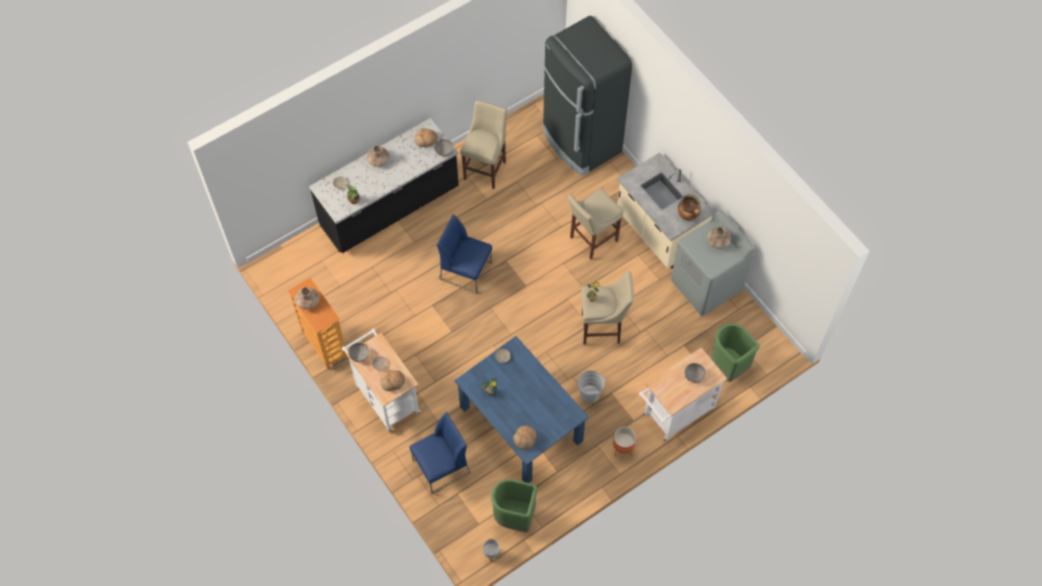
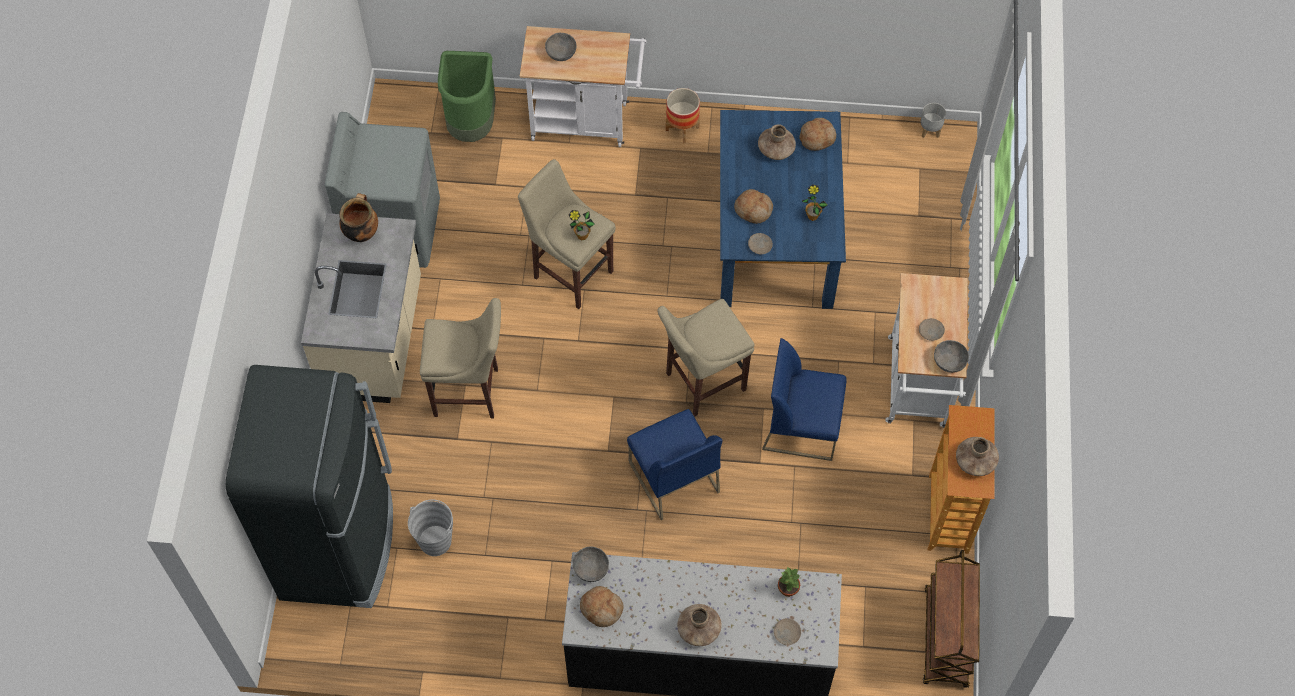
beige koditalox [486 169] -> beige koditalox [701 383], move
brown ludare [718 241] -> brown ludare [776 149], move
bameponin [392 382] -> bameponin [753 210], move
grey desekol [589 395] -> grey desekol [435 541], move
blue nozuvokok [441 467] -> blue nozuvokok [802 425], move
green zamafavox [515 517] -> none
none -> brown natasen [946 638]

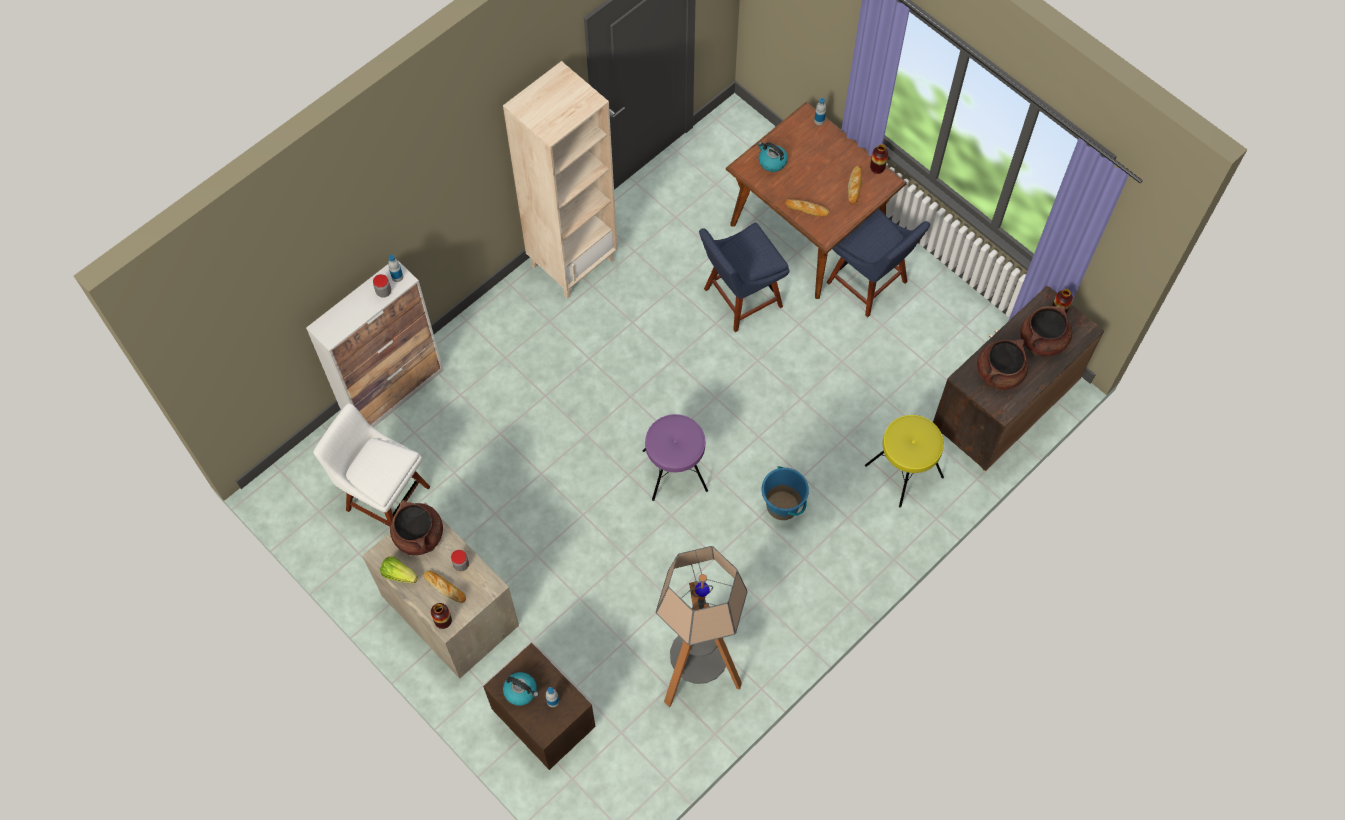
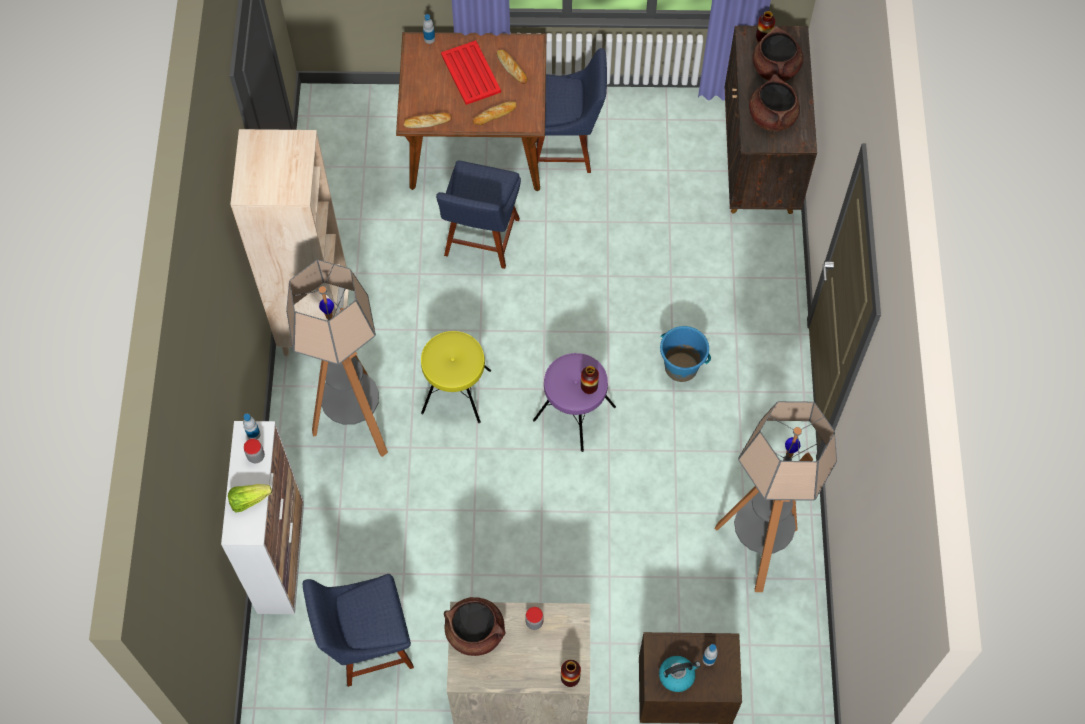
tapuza [771 162] -> none
ludare [877 168] -> ludare [589 387], move
white nozuvokok [384 496] -> blue nozuvokok [367 645]
yellow koditalox [904 470] -> yellow koditalox [455 391], move
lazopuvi [399 574] -> lazopuvi [249 500], move
bameponin [445 587] -> bameponin [427 122], move
none -> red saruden [471 74]
none -> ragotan [356 424]

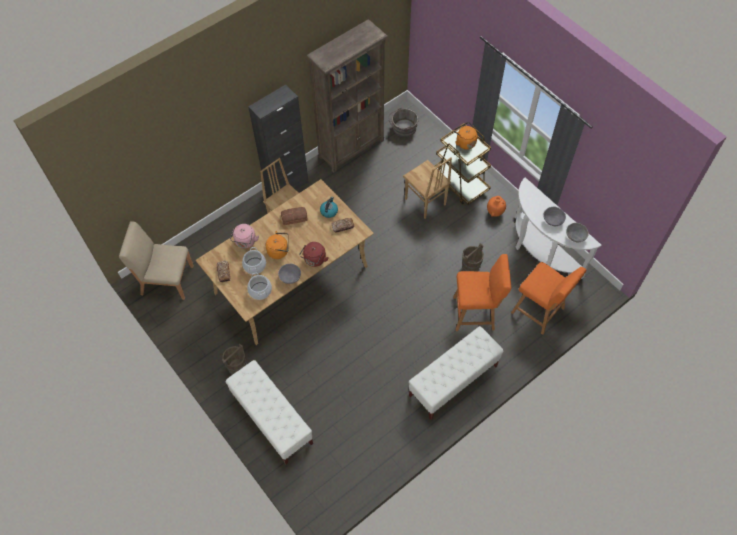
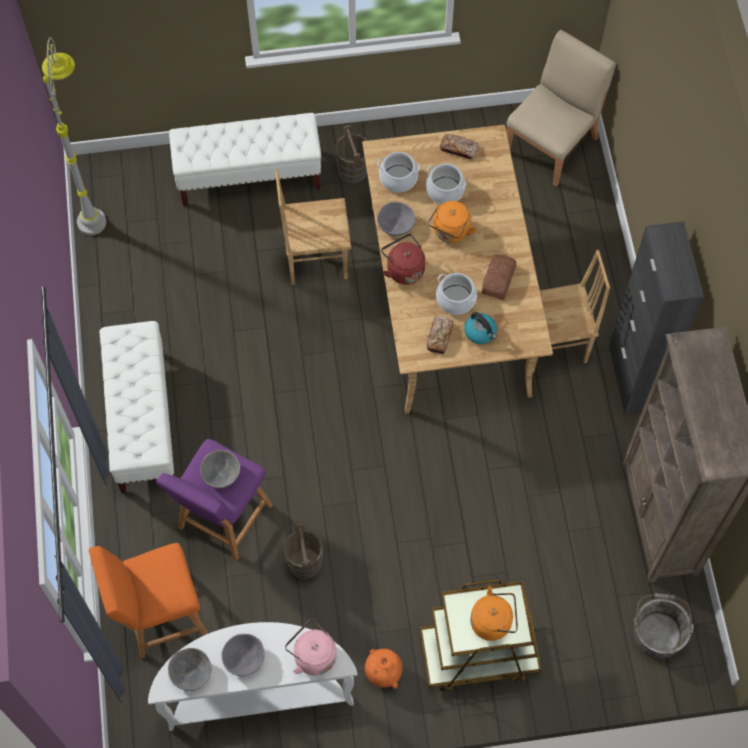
brown nozuvokok [425 202] -> brown nozuvokok [316 259], move
pink tapuza [245 242] -> pink tapuza [312 655], move
orange koditalox [476 313] -> purple koditalox [222 520]
none -> grey ragotan [92 201]
none -> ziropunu [456 299]
none -> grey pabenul [221 474]

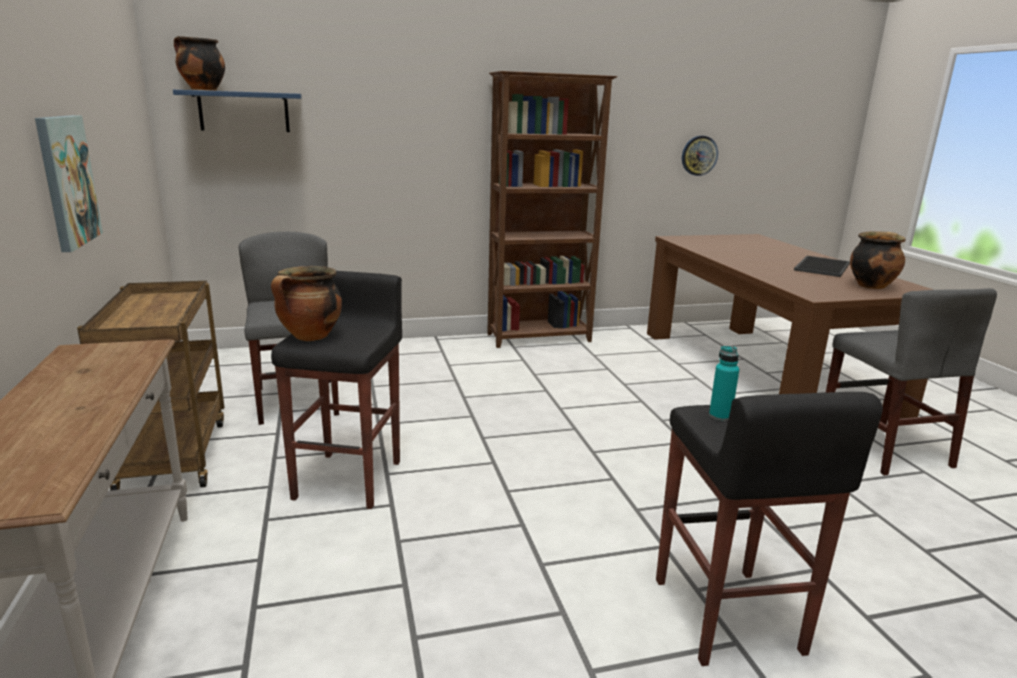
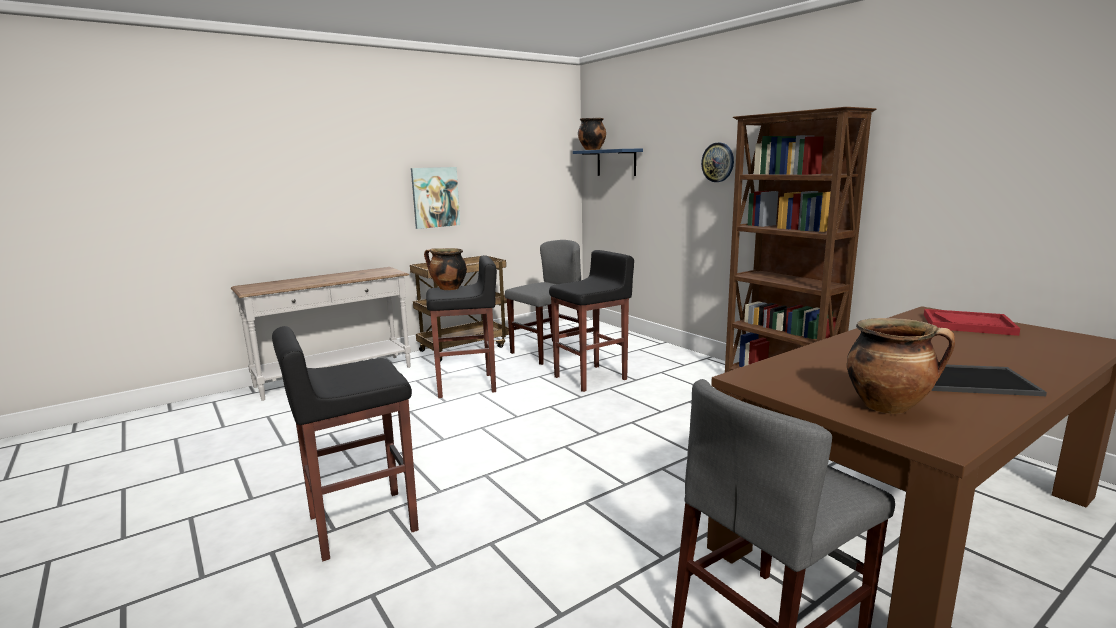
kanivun [699 155] -> kanivun [718 162], move
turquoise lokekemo [720 416] -> none
none -> black koditalox [592 378]
none -> red saruden [968 324]

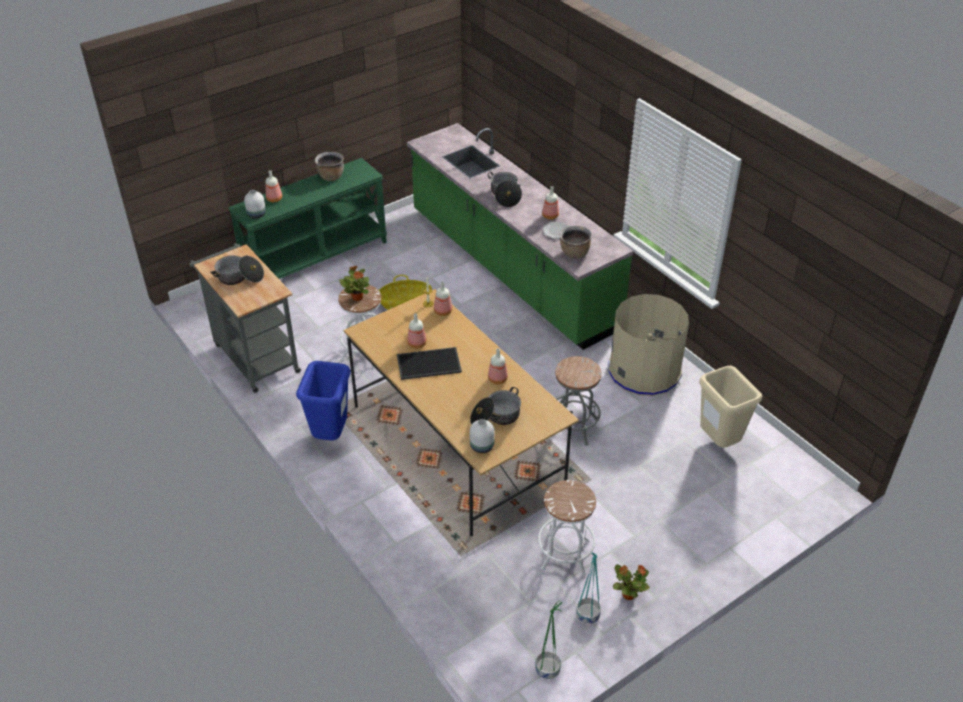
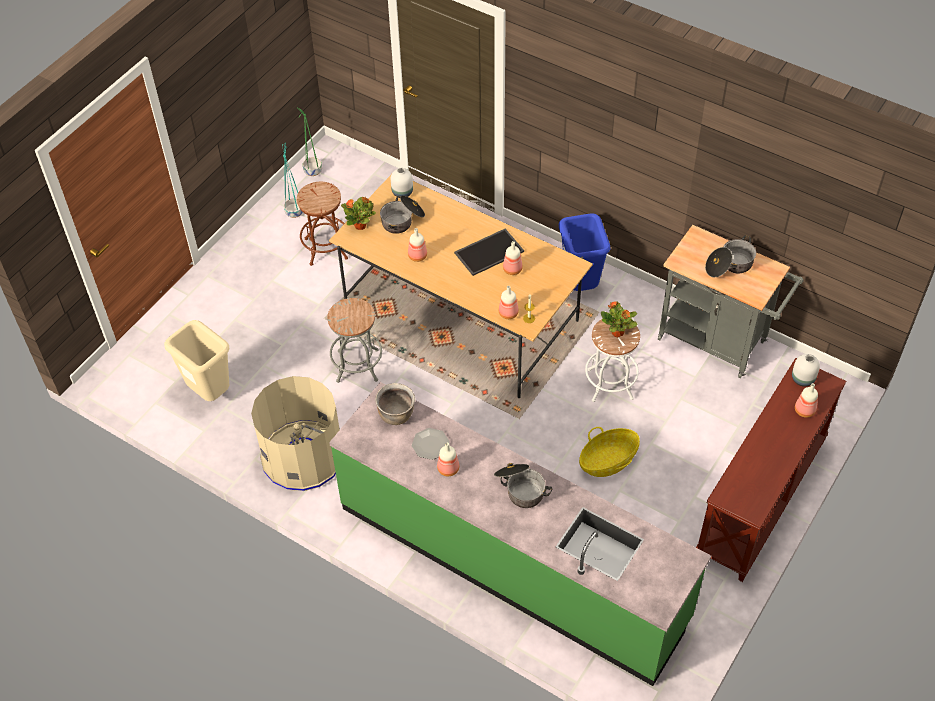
brown ziropunu [331 176] -> none
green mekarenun [315 257] -> brown mekarenun [762 499]
white koditalox [565 555] -> brown koditalox [326 248]
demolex [628 594] -> demolex [361 226], move

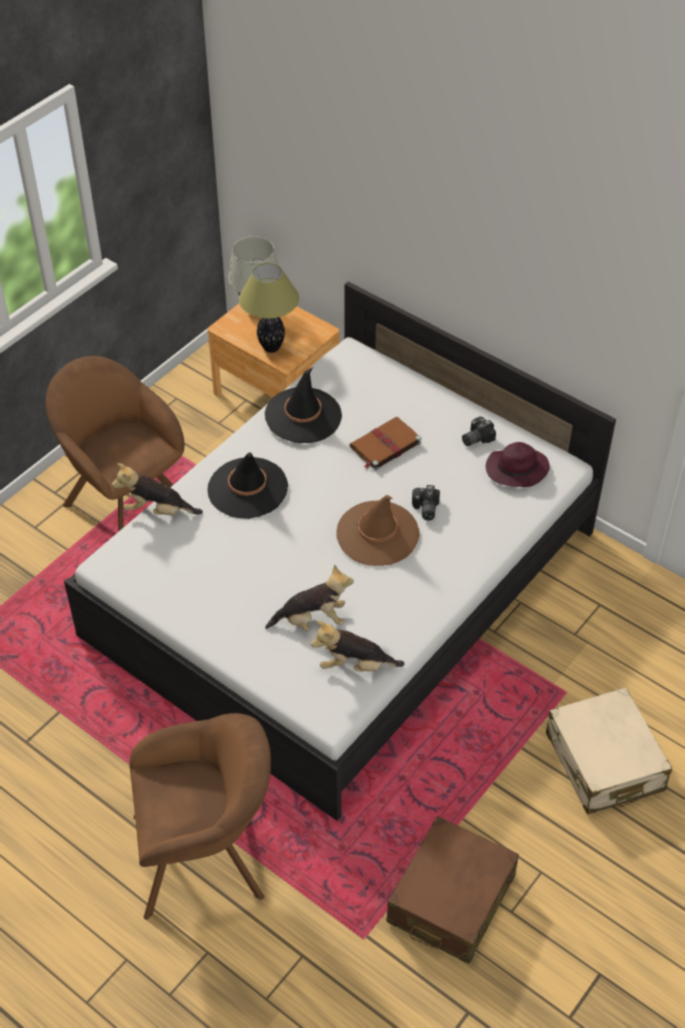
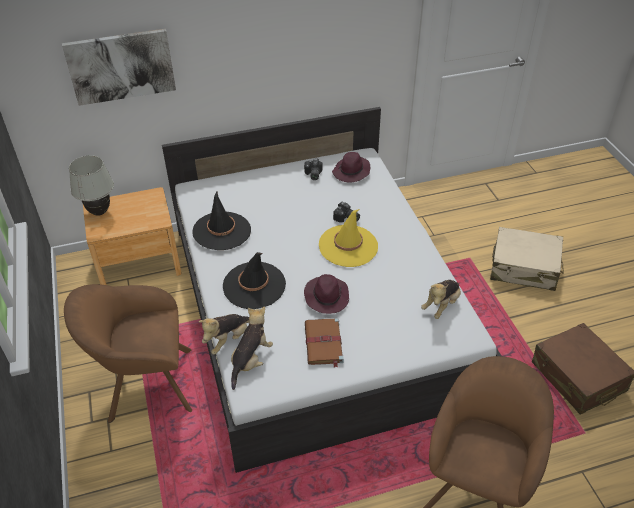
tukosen [271 348] -> none
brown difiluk [384 445] -> brown difiluk [324 344], move
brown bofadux [377 534] -> yellow bofadux [348 246]
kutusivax [312 620] -> kutusivax [251 360], move
none -> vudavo [121 66]
none -> purple bofadux [326 296]

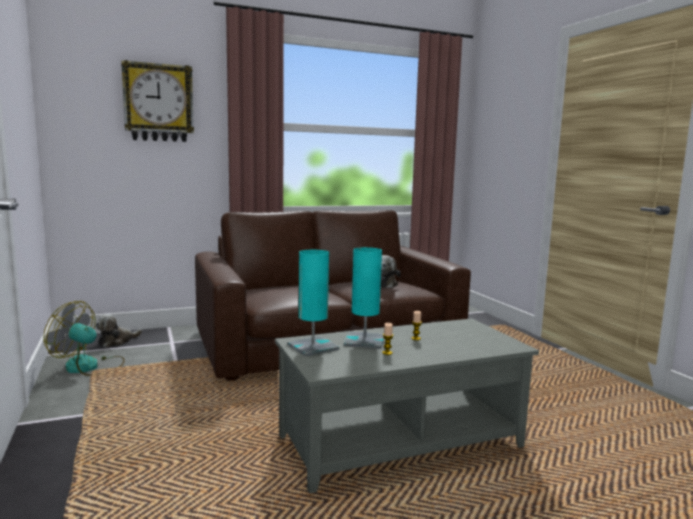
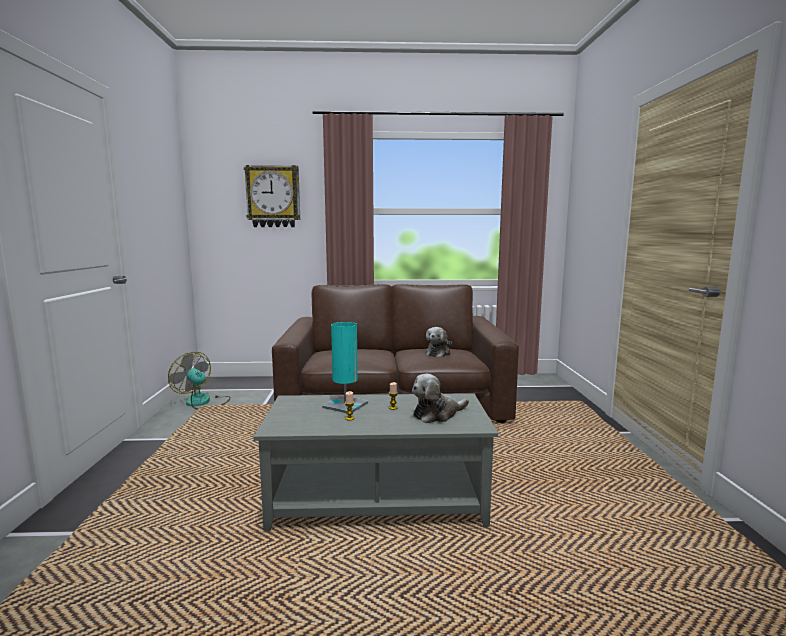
turquoise tukosen [312 347] -> none
kutusivax [117 341] -> kutusivax [437 414], move

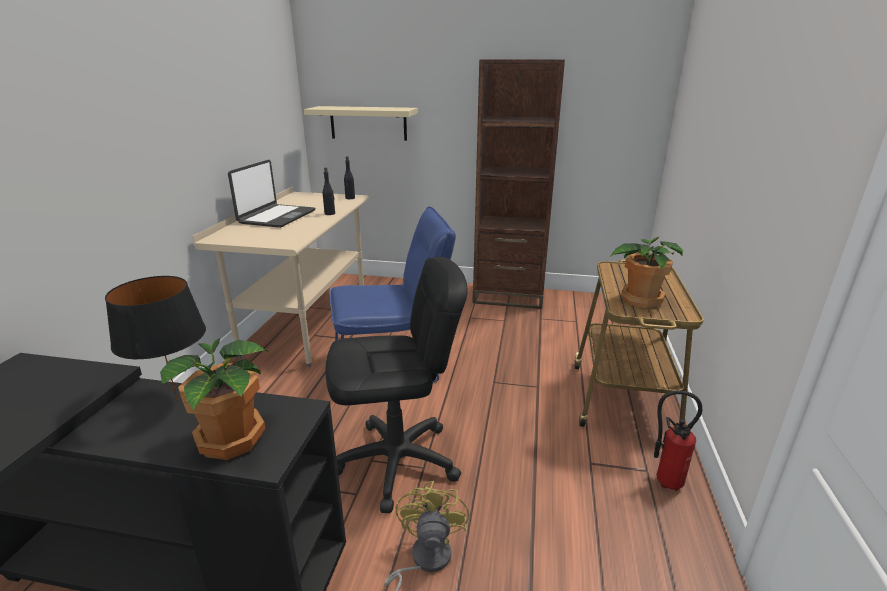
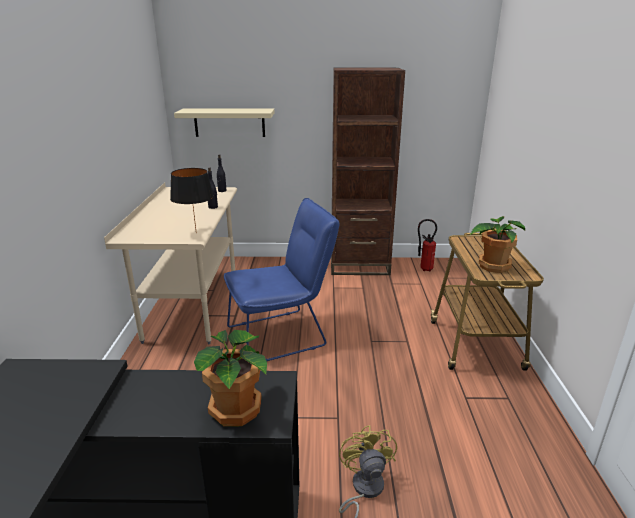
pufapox [276 217] -> none
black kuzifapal [397 462] -> none
black tukosen [177 400] -> black tukosen [196 233], move
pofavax [664 481] -> pofavax [424 269], move

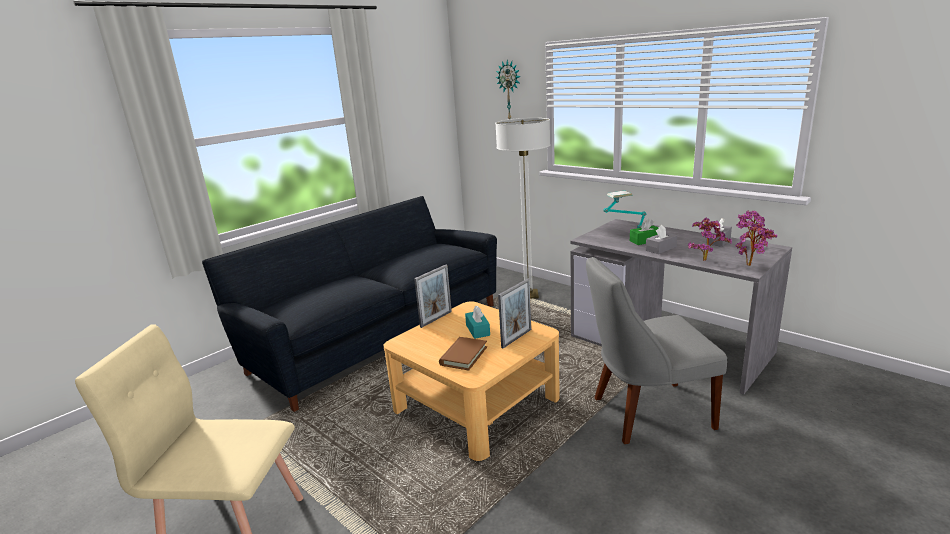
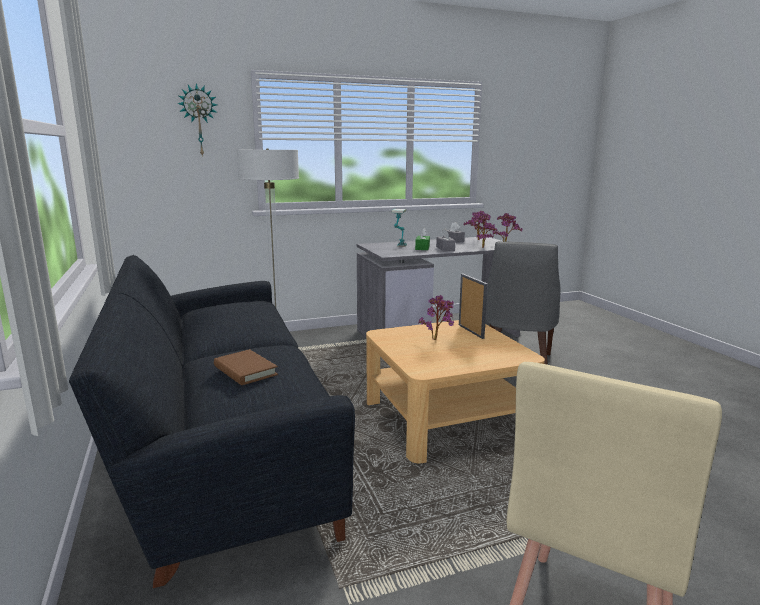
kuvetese [436 319] -> none
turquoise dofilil [477 330] -> demolex [437 339]
brown difiluk [463 356] -> brown difiluk [245 371], move

